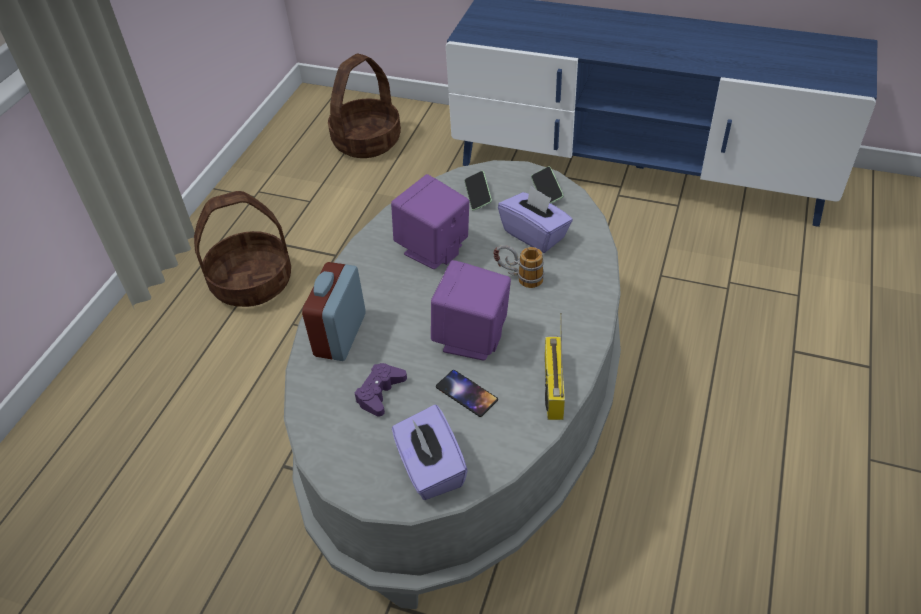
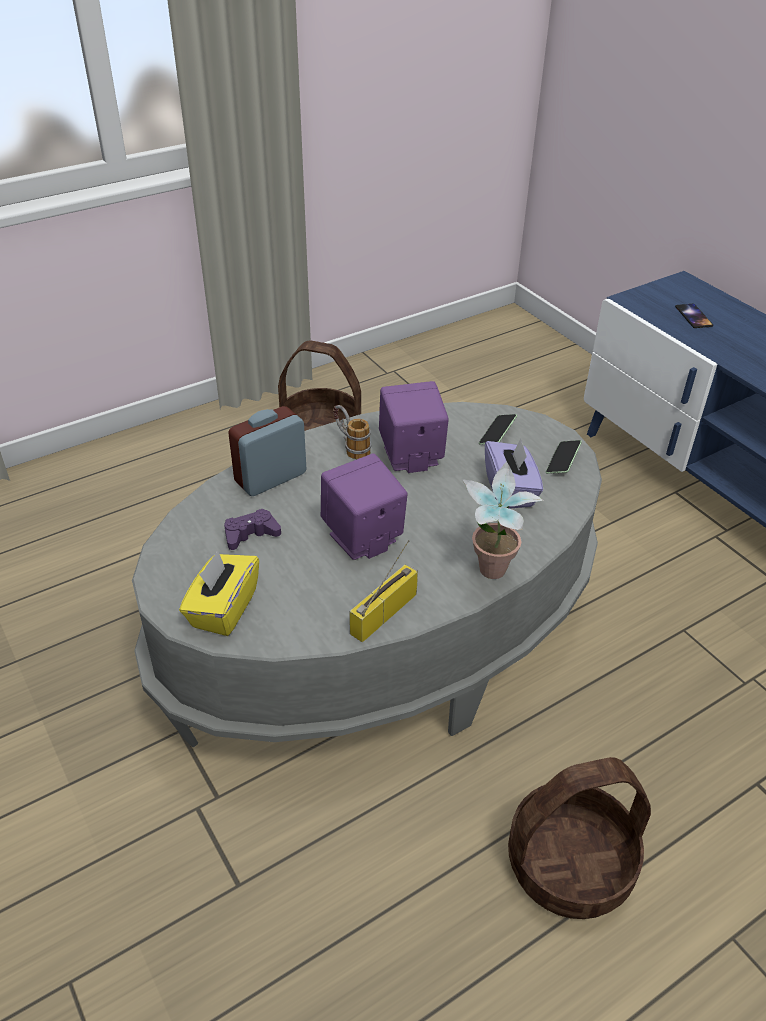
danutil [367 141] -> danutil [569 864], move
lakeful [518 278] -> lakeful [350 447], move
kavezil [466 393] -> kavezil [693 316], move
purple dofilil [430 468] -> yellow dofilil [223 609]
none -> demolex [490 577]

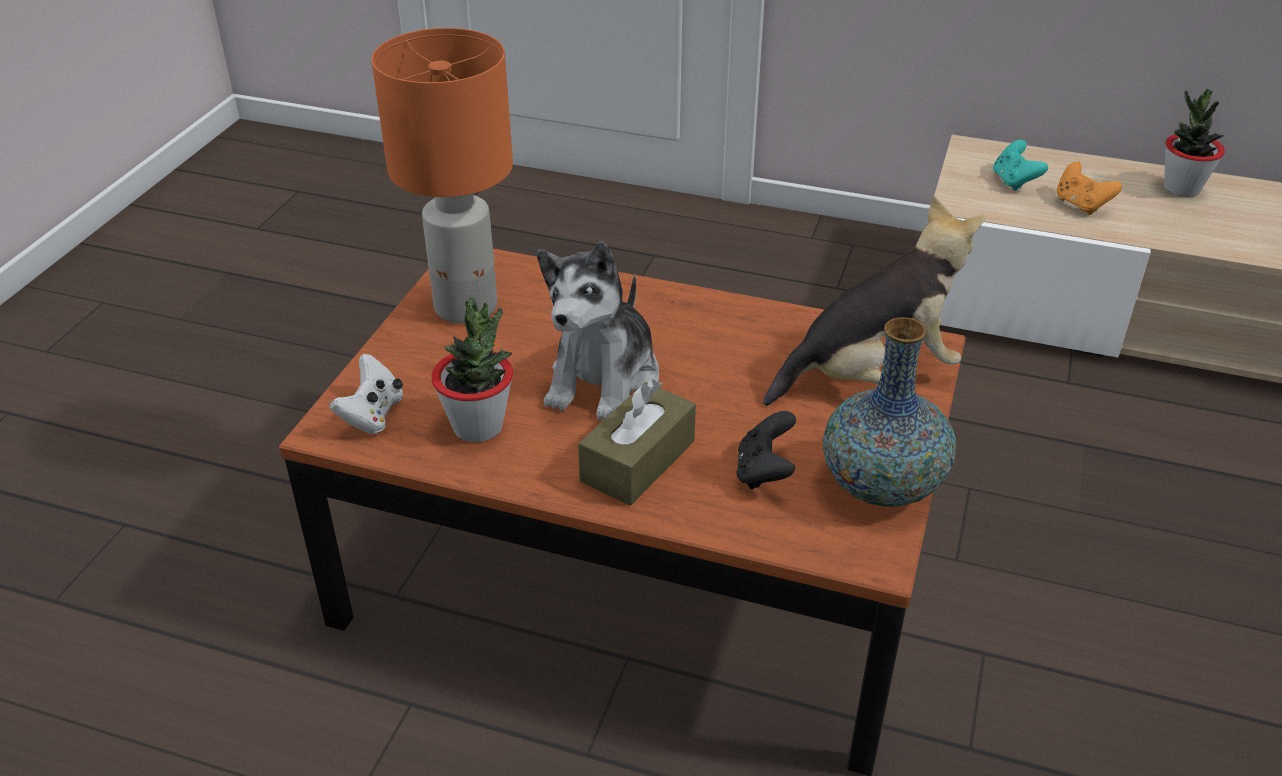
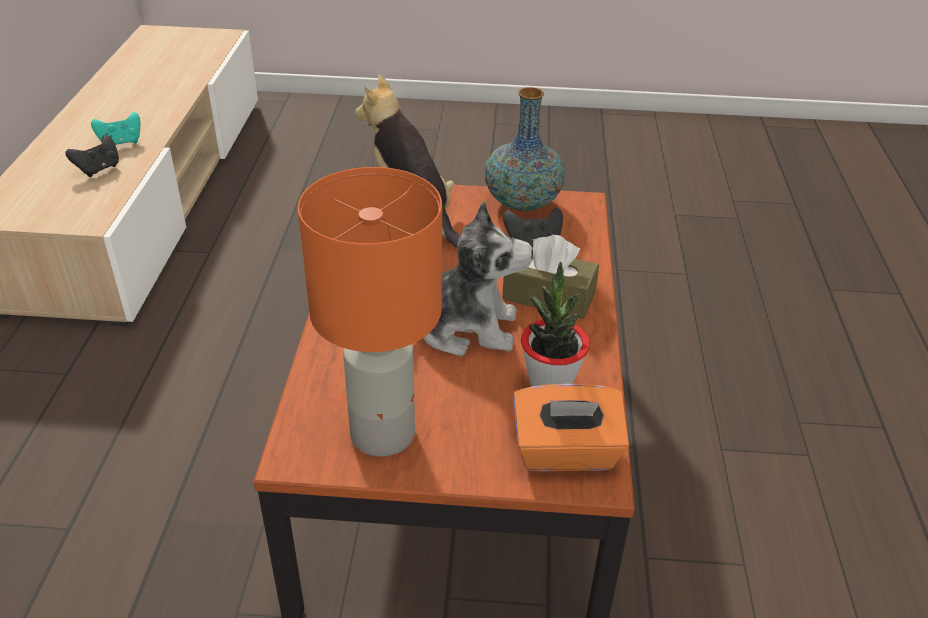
demolex [1181 189] -> none
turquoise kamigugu [1014 181] -> turquoise kamigugu [121 143], move
orange kamigugu [1081 205] -> black kamigugu [99 169]
white kamigugu [372 415] -> orange dofilil [566 453]

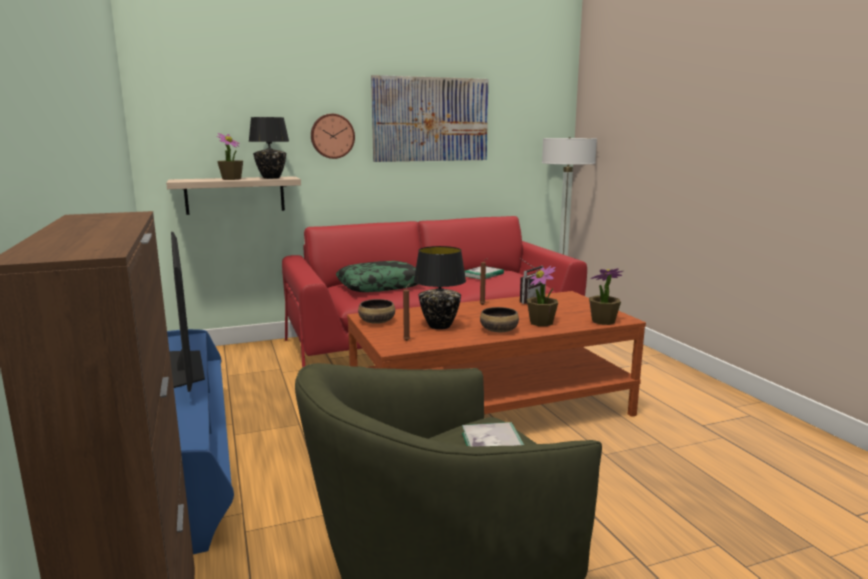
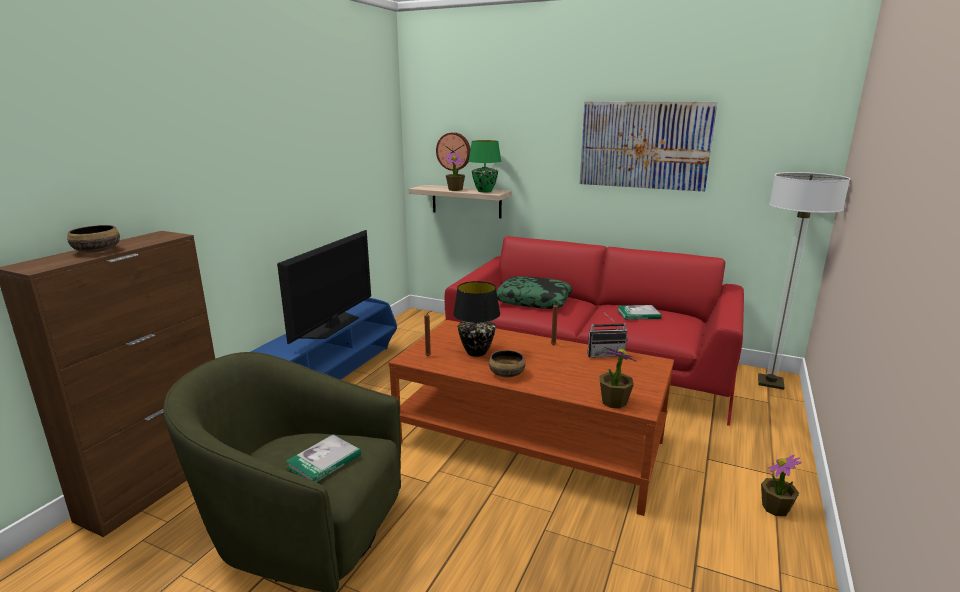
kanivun [332 136] -> kanivun [454 151], move
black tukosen [271 178] -> green tukosen [485 191]
demolex [541 323] -> demolex [775 508], move
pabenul [377 321] -> pabenul [97 250], move

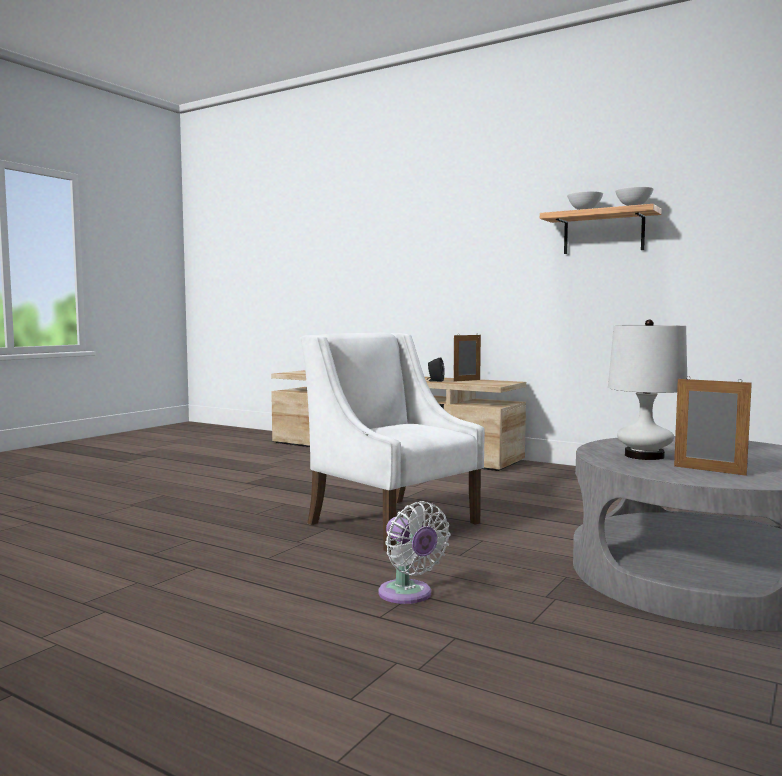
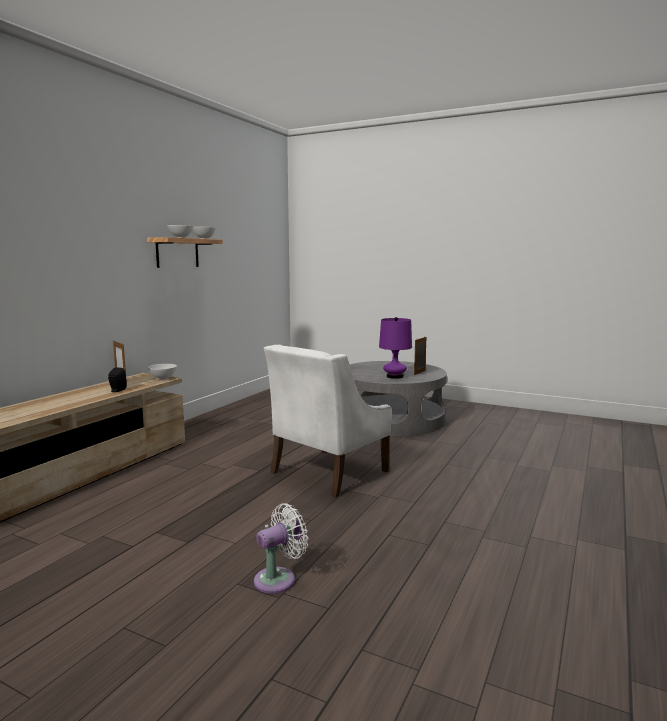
white tukosen [644 456] -> purple tukosen [394 376]
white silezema [408 595] -> white silezema [279 579], move
none -> white pabenul [163 379]

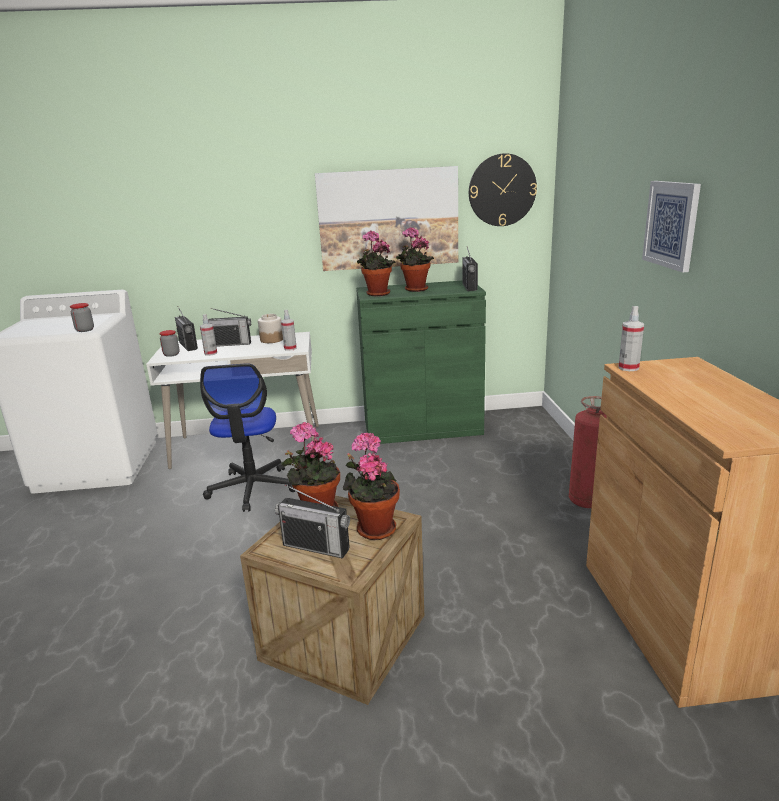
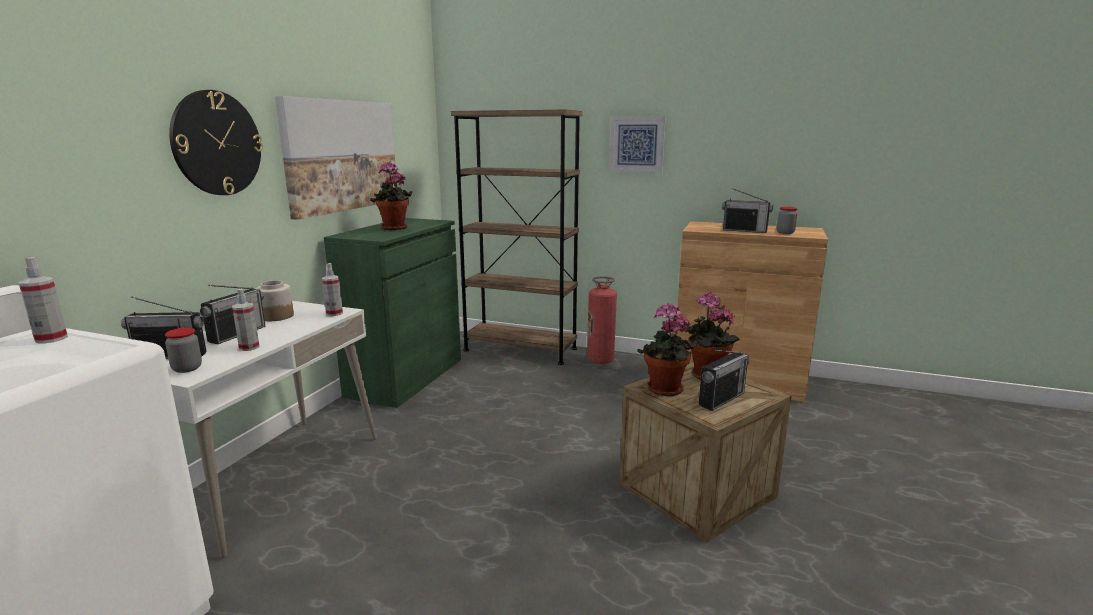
kanivun [502 190] -> kanivun [217 143], move
demolex [376 294] -> none
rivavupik [469 287] -> rivavupik [744 230], move
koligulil [85 330] -> koligulil [785 233], move
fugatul [628 368] -> fugatul [51 339], move
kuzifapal [252 488] -> none
none -> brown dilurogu [520 349]

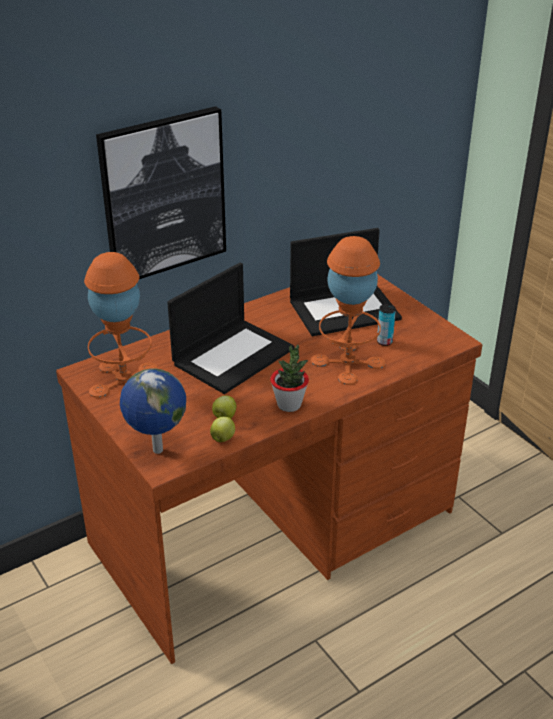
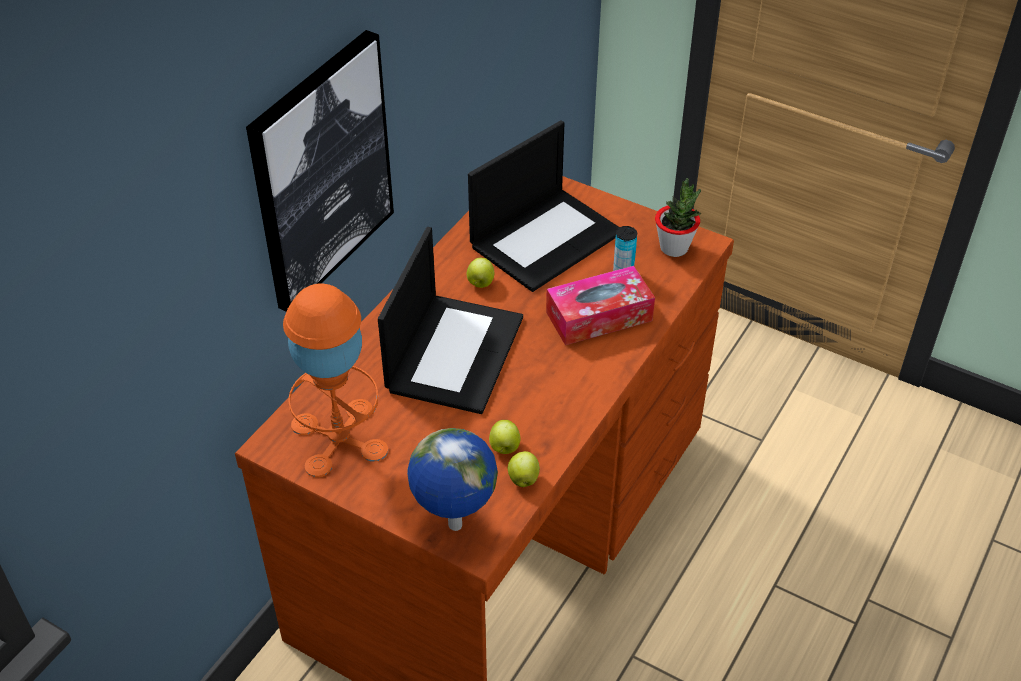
orange tukosen [347 362] -> dofilil [599 316]
demolex [289 405] -> demolex [674 248], move
none -> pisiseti [480 283]

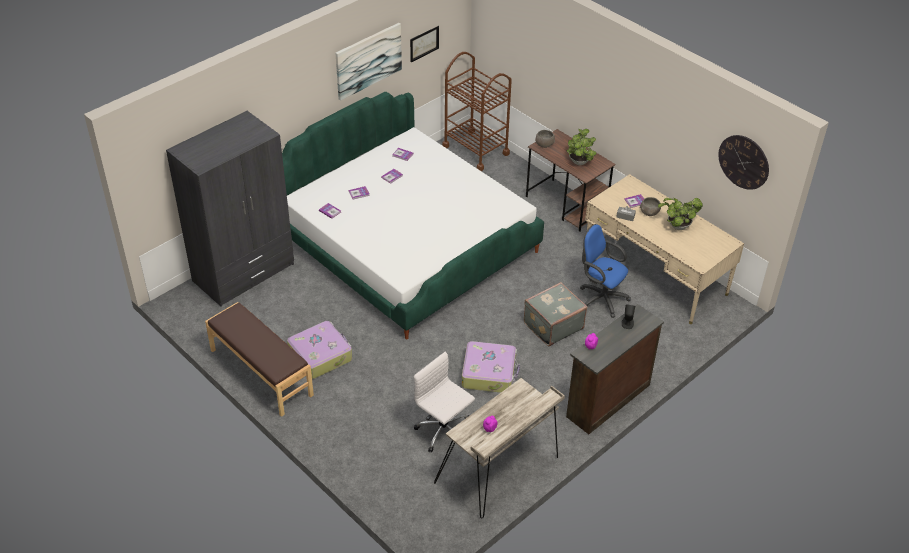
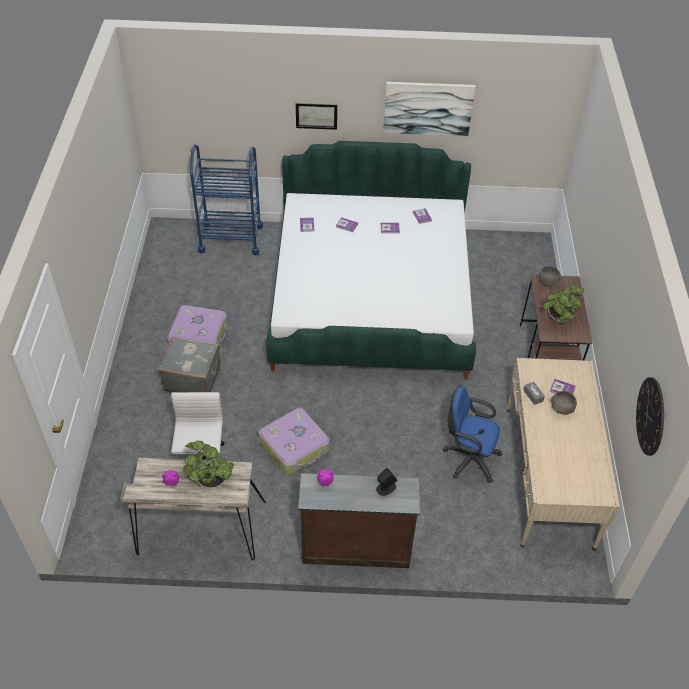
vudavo [424 43] -> vudavo [316 116], move
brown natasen [475 150] -> none
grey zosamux [244 273] -> blue natasen [231 238]
demolex [676 226] -> demolex [210 480], move
blue kuzifapal [600 298] -> blue kuzifapal [468 458], 60 degrees counterclockwise
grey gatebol [552 325] -> grey gatebol [192 377], move
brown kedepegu [260 373] -> none

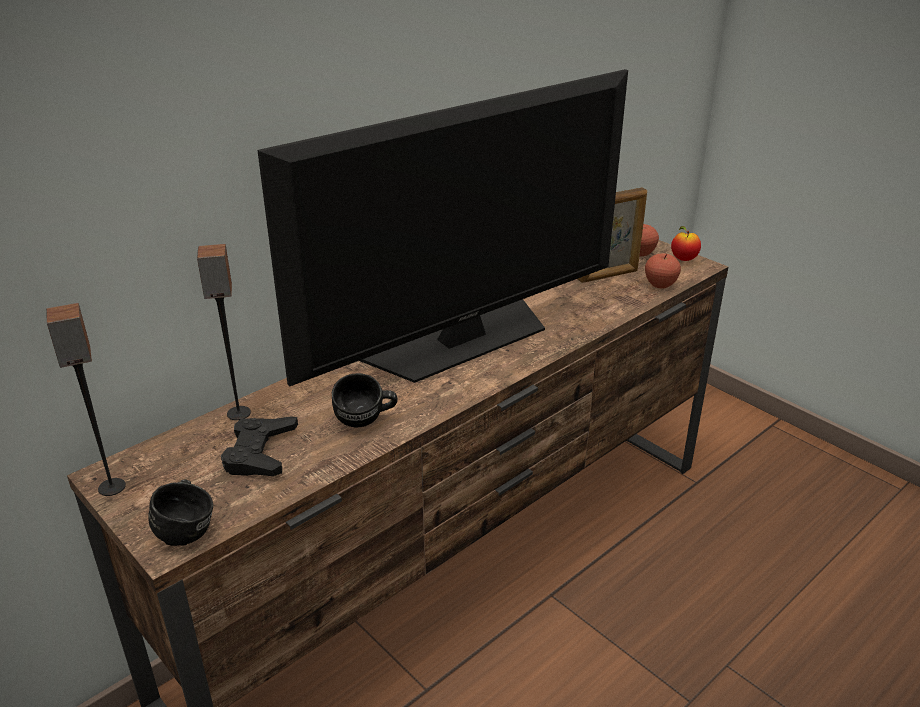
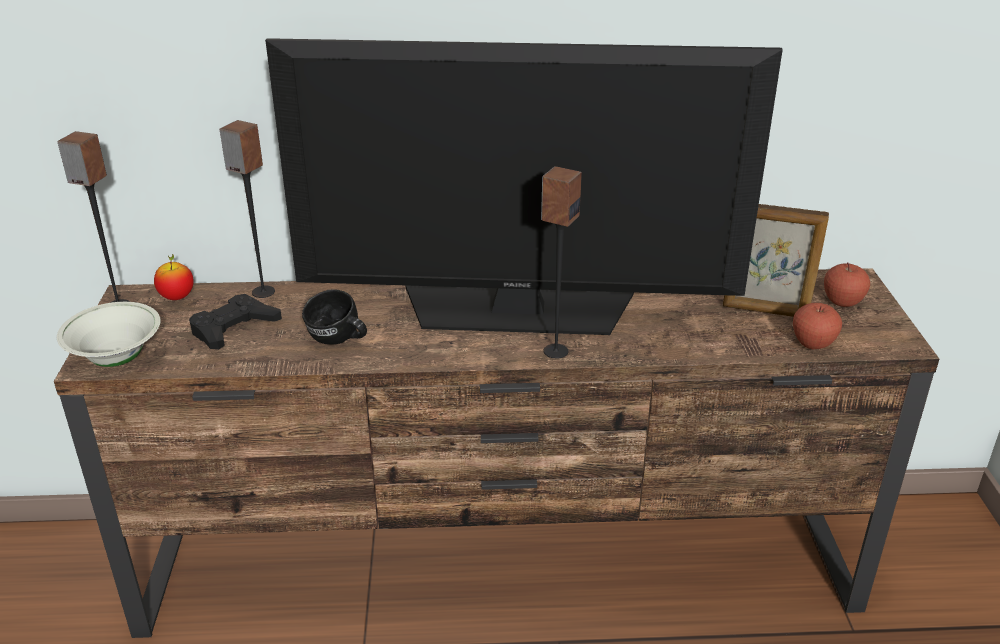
pisiseti [683 259] -> pisiseti [177 297], move
black lakeful [188 529] -> white pabenul [117 359]
none -> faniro [555 351]

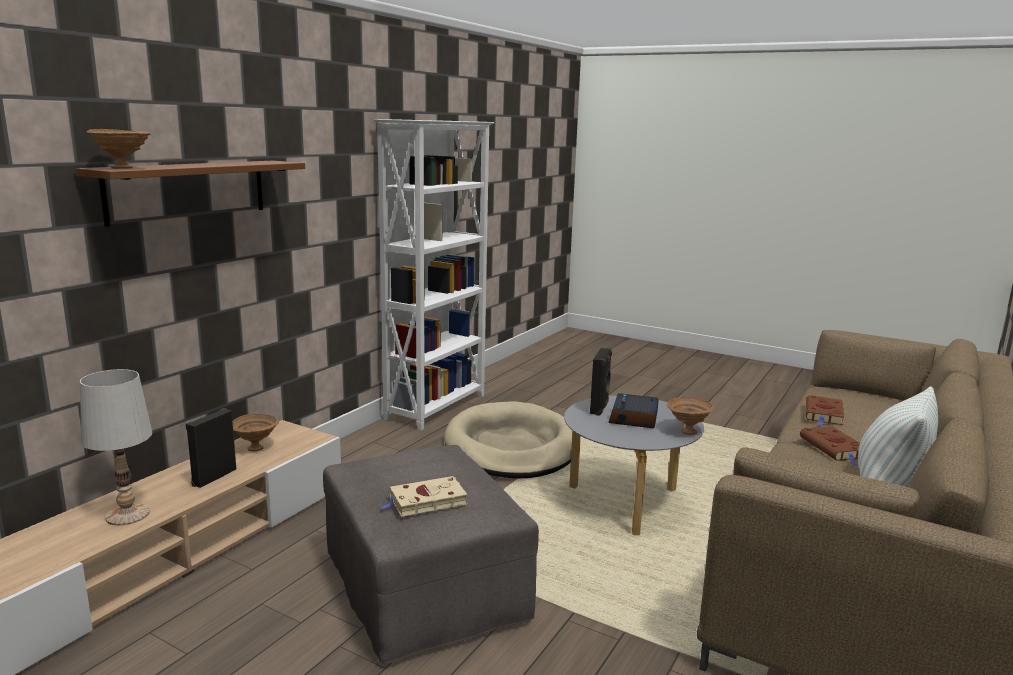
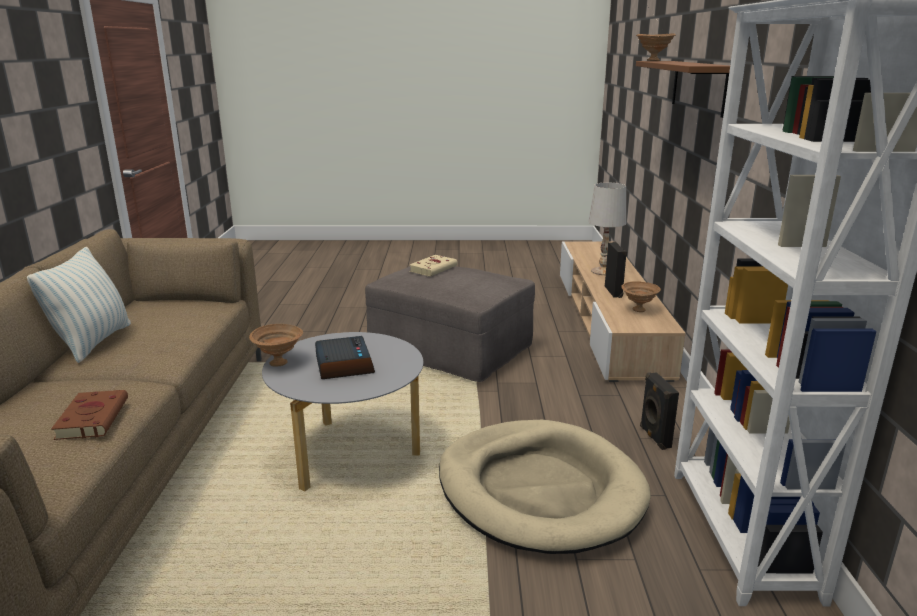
black faniro [600 408] -> black faniro [654 437], move
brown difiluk [834 448] -> none

